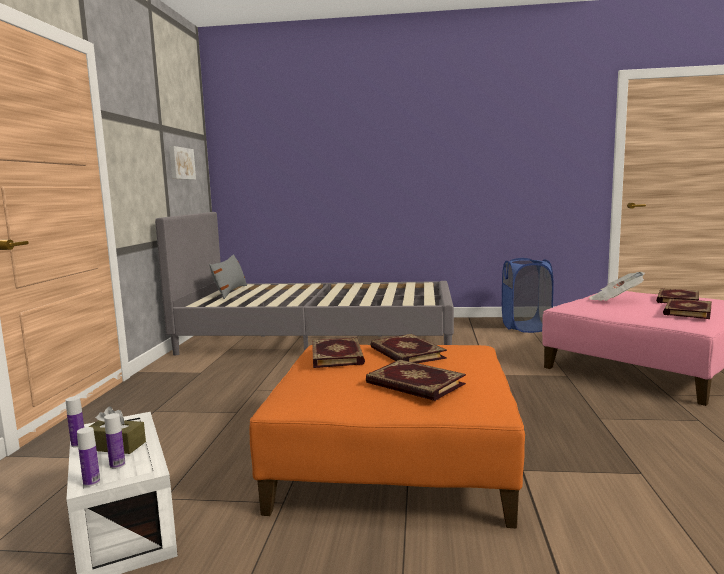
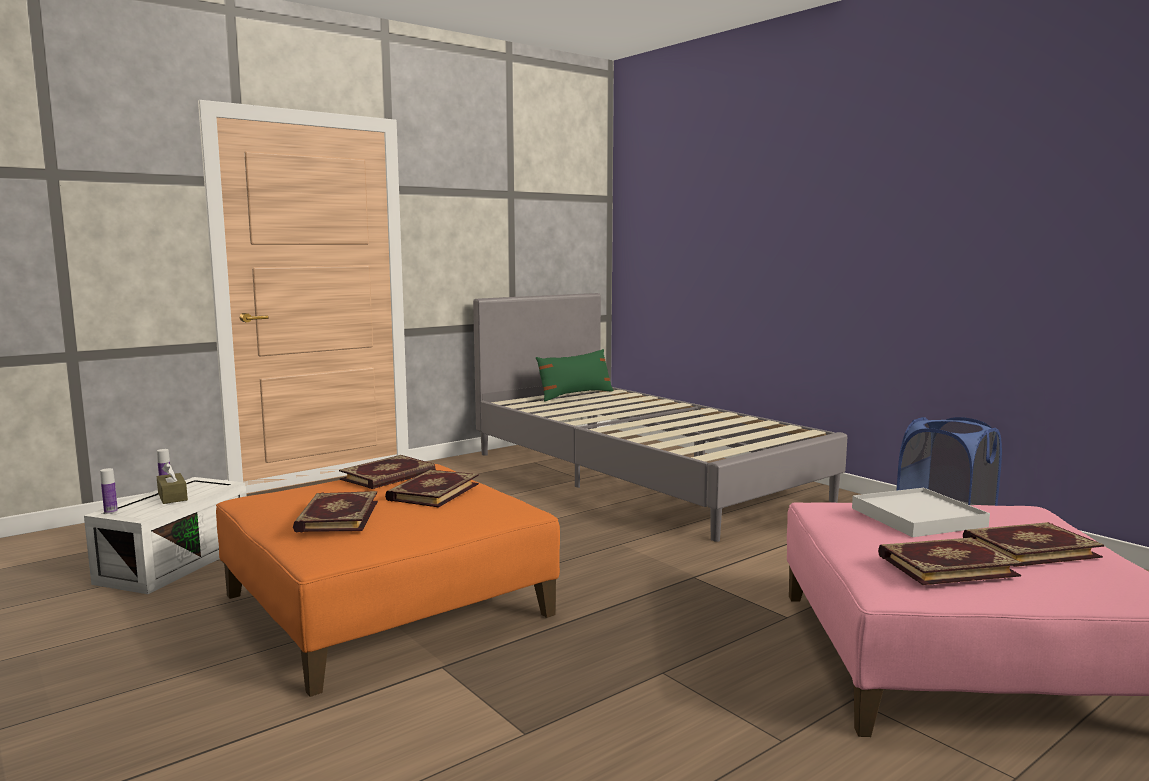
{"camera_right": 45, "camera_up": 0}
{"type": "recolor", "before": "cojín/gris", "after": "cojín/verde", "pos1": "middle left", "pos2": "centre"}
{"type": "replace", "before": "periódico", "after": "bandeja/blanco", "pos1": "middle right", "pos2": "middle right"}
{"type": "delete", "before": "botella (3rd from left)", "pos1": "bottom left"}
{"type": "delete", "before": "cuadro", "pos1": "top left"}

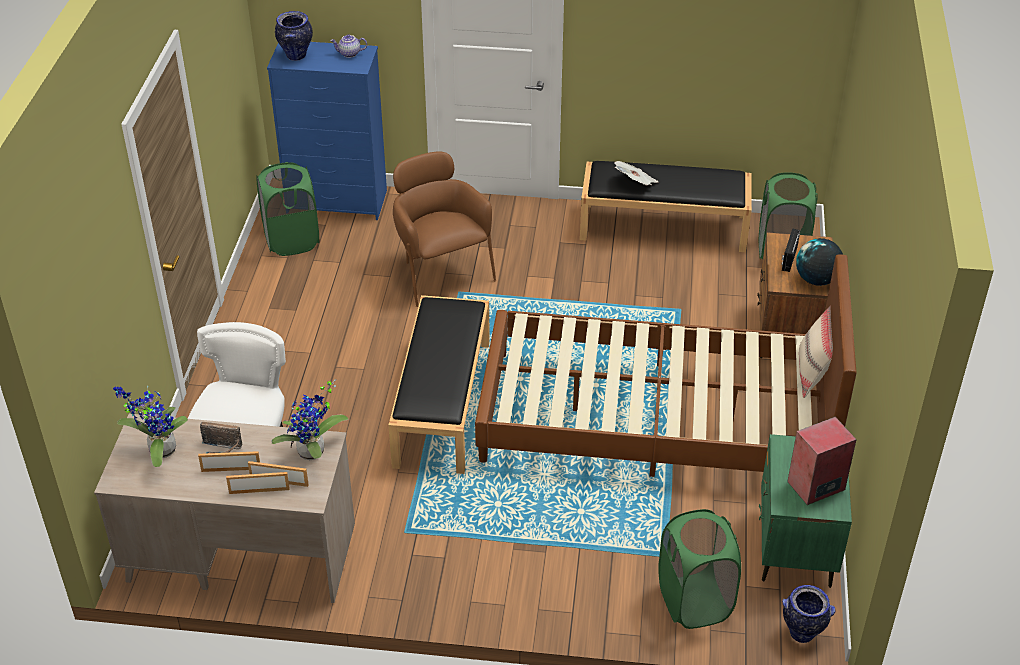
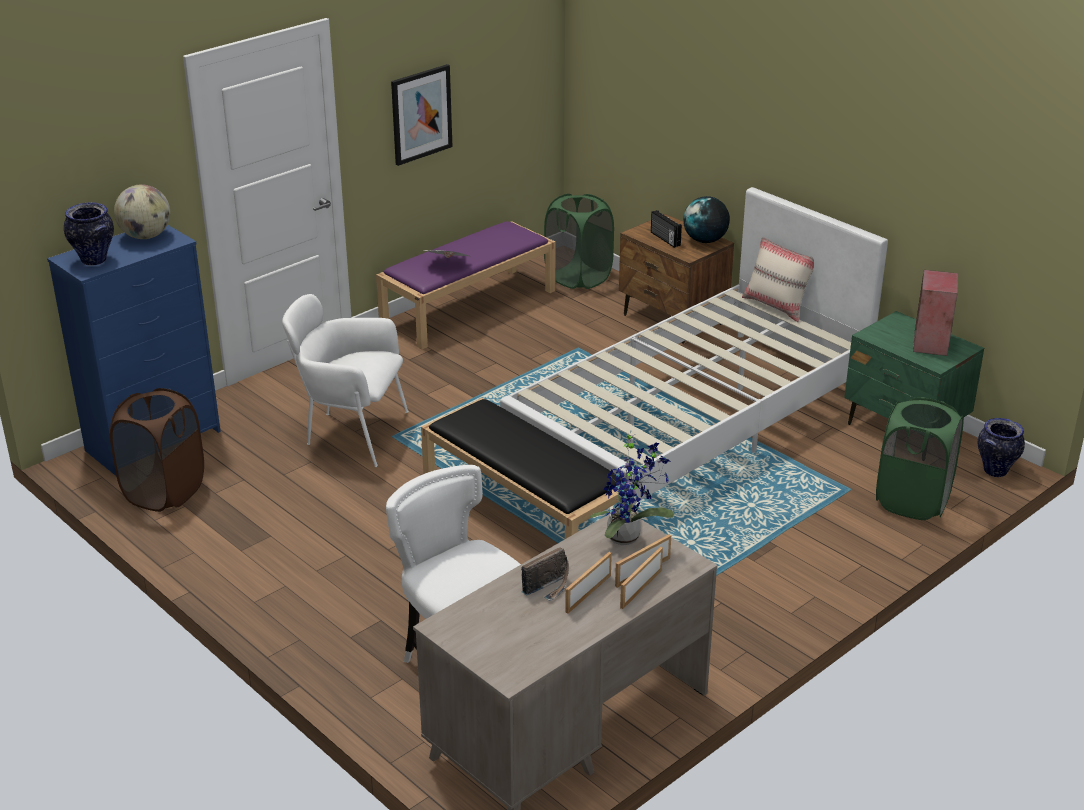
{"camera_right": -50, "camera_up": -10}
{"type": "recolor", "before": "cesto de la ropa/verde (1st from left)", "after": "cesto de la ropa/marrón", "pos1": "top left", "pos2": "middle left"}
{"type": "replace", "before": "tetera", "after": "globo terráqueo (1st from left)", "pos1": "top centre", "pos2": "top left"}
{"type": "recolor", "before": "sillón/marrón", "after": "sillón/blanco", "pos1": "centre", "pos2": "middle left"}
{"type": "recolor", "before": "banco/negro (2nd from left)", "after": "banco/morado", "pos1": "top centre", "pos2": "centre"}
{"type": "insert", "after": "cuadro", "pos2": "top centre"}
{"type": "recolor", "before": "cama/marrón", "after": "cama/blanco", "pos1": "centre", "pos2": "centre"}
{"type": "delete", "before": "planta en maceta (1st from left)", "pos1": "middle left"}

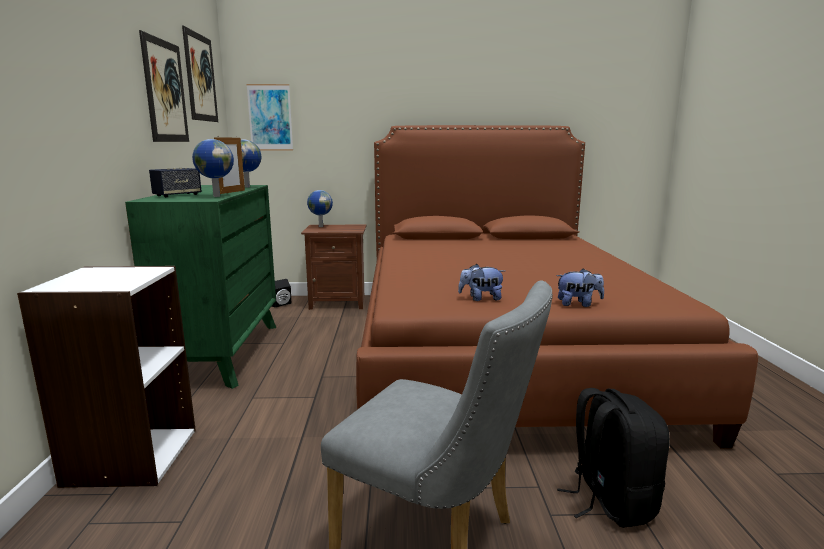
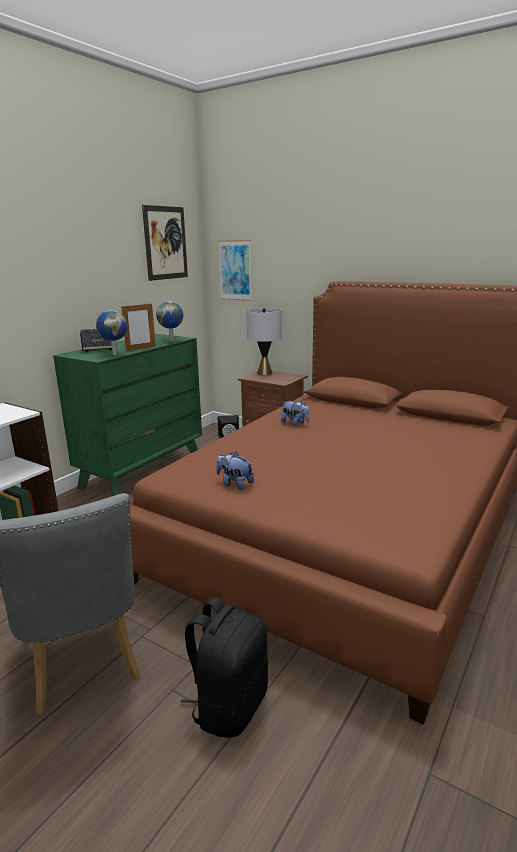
{"camera_right": 35, "camera_up": 5}
{"type": "replace", "before": "globo terráqueo (3rd from left)", "after": "lámpara de mesa/gris", "pos1": "centre", "pos2": "centre"}
{"type": "move", "before": "peluche (2nd from left)", "pos1": "middle right", "pos2": "centre"}
{"type": "delete", "before": "cuadro (1st from left)", "pos1": "top left"}

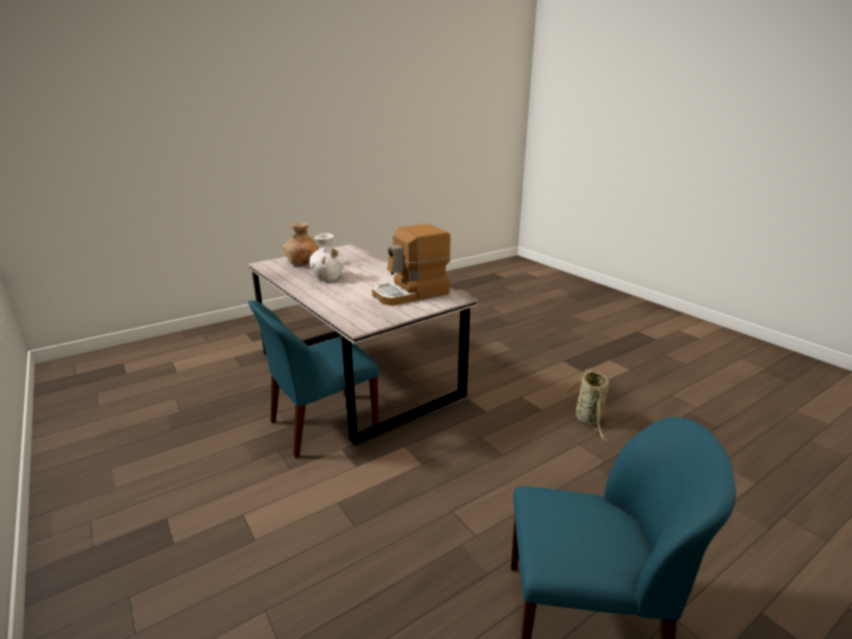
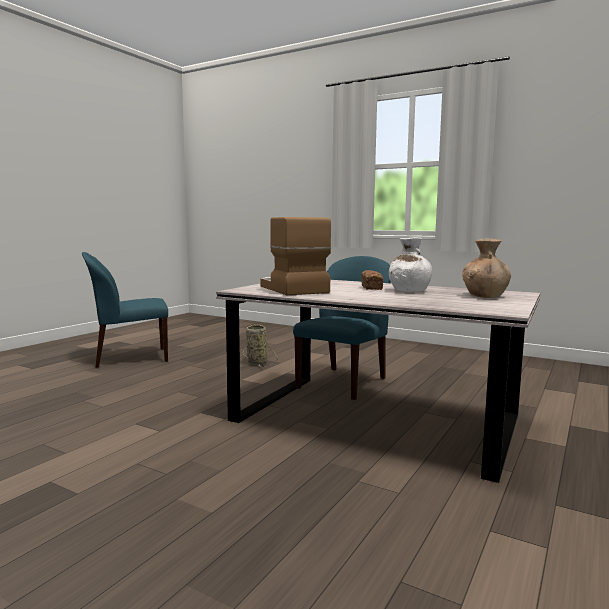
{"camera_right": 155, "camera_up": -15}
{"type": "move", "before": "cesta", "pos1": "middle right", "pos2": "centre"}
{"type": "rotate", "before": "cafetera", "pos1": "centre", "pos2": "centre", "turn": -60}
{"type": "insert", "after": "pan", "pos2": "centre"}

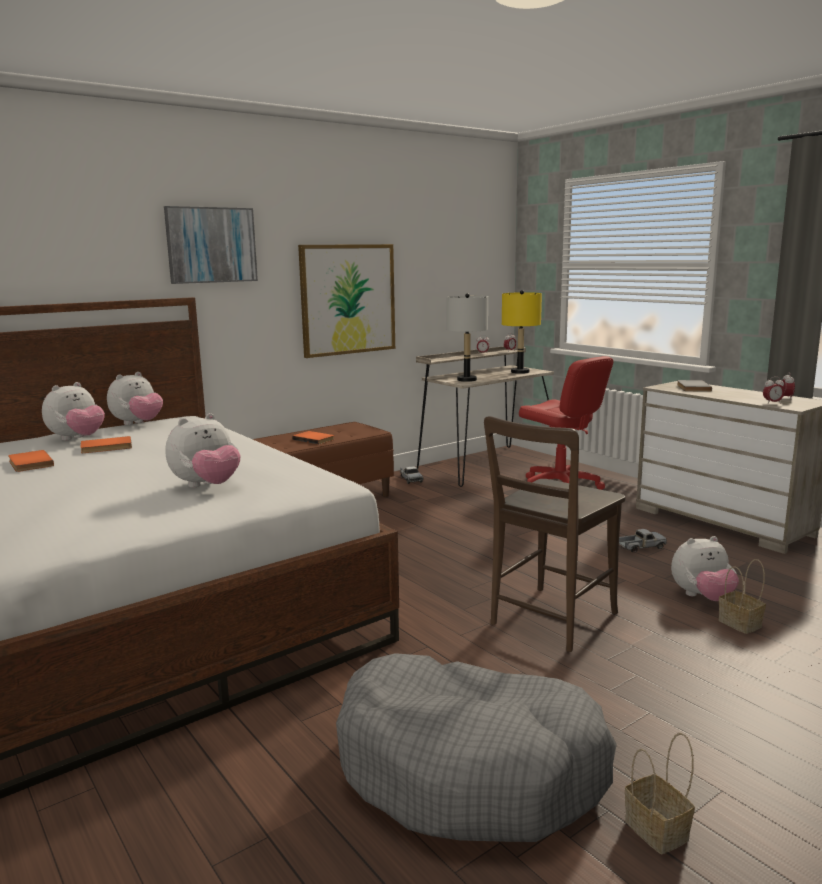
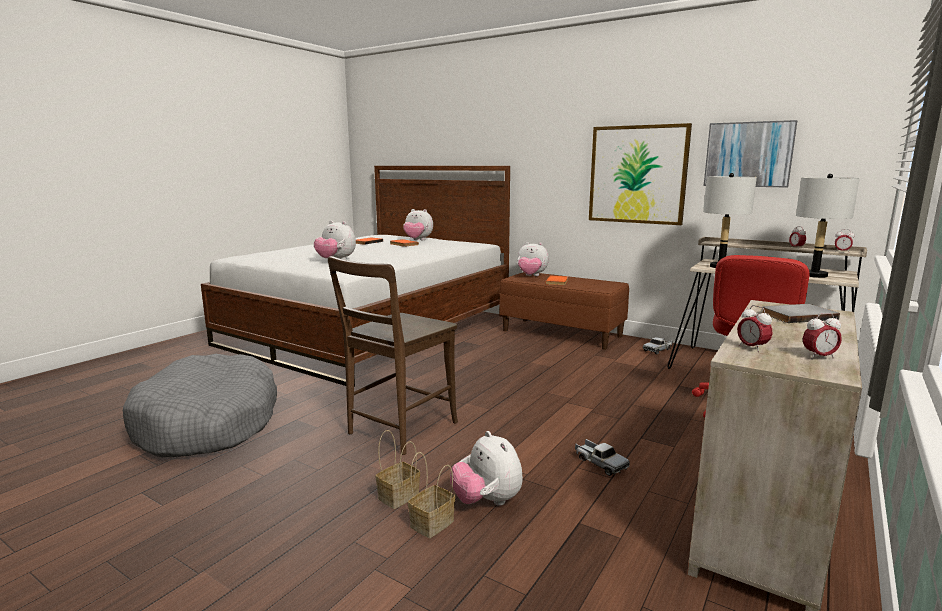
{"camera_right": 70, "camera_up": 0}
{"type": "rotate", "before": "silla/marrón", "pos1": "middle right", "pos2": "centre", "turn": -75}
{"type": "move", "before": "cesta (1st from left)", "pos1": "bottom right", "pos2": "bottom centre"}
{"type": "move", "before": "peluche (2nd from left in the first image)", "after": "peluche (4th from left)", "pos1": "middle left", "pos2": "centre"}
{"type": "move", "before": "cuadro (1st from left in the first image)", "after": "cuadro (2nd from left)", "pos1": "top left", "pos2": "top right"}
{"type": "recolor", "before": "lámpara de mesa/amarillo", "after": "lámpara de mesa/gris (2nd from left)", "pos1": "centre", "pos2": "middle right"}

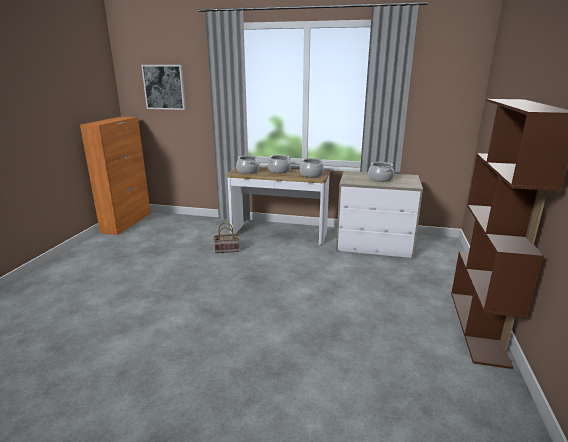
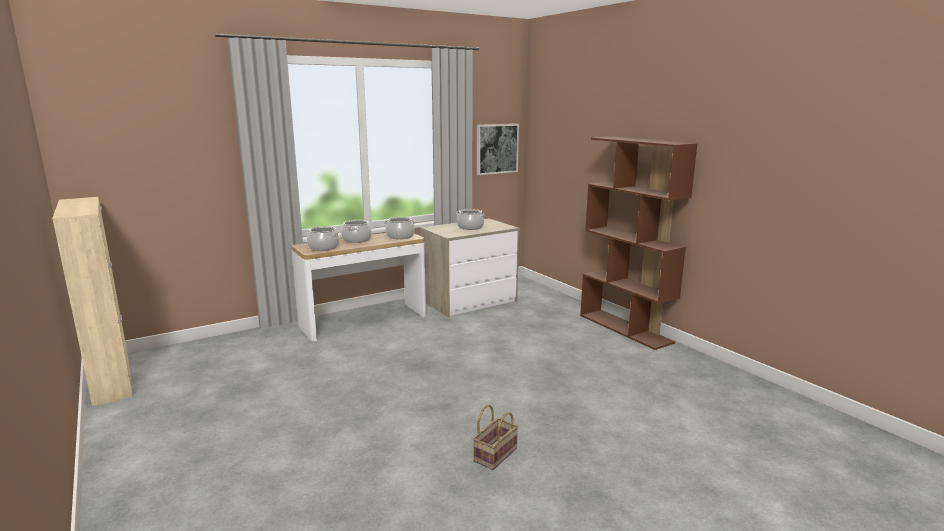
{"camera_right": -45, "camera_up": -5}
{"type": "recolor", "before": "armario/naranja", "after": "armario/beis", "pos1": "middle left", "pos2": "middle left"}
{"type": "move", "before": "cesta", "pos1": "centre", "pos2": "bottom centre"}
{"type": "move", "before": "cuadro", "pos1": "top left", "pos2": "top centre"}

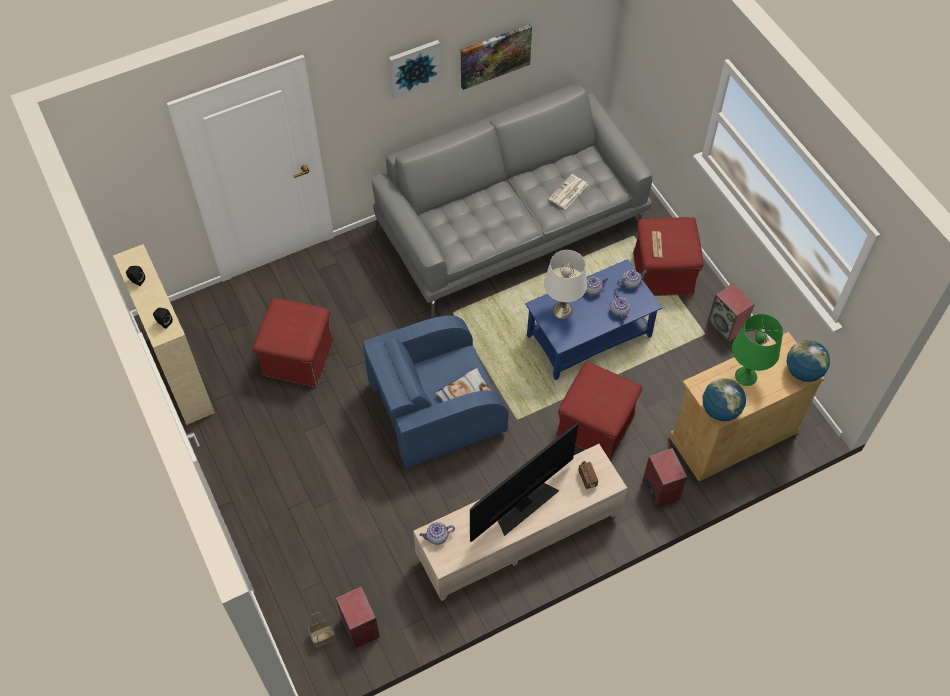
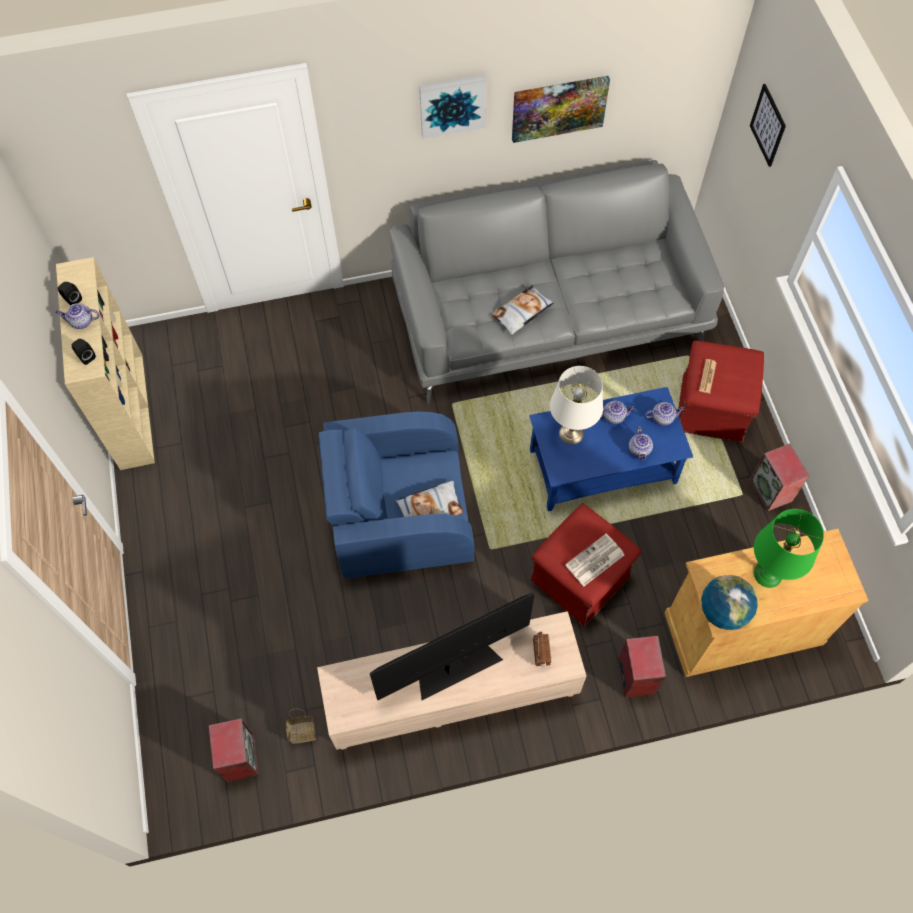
{"camera_right": 15, "camera_up": 5}
{"type": "move", "before": "tetera (1st from left)", "pos1": "bottom centre", "pos2": "middle left"}
{"type": "move", "before": "cesta", "pos1": "bottom centre", "pos2": "bottom left"}
{"type": "insert", "after": "cojín (2nd from left)", "pos2": "centre"}
{"type": "move", "before": "periódico (1st from left)", "pos1": "top centre", "pos2": "centre"}
{"type": "insert", "after": "cuadro (3rd from left)", "pos2": "top right"}
{"type": "delete", "before": "puf/rojo (1st from left)", "pos1": "middle left"}
{"type": "delete", "before": "globo terráqueo (2nd from left)", "pos1": "middle right"}

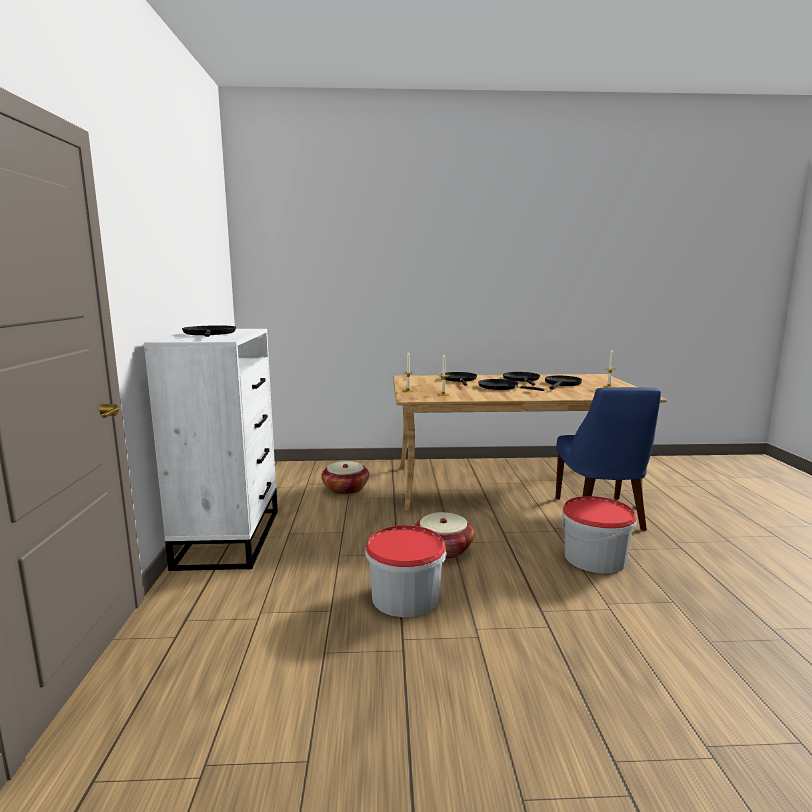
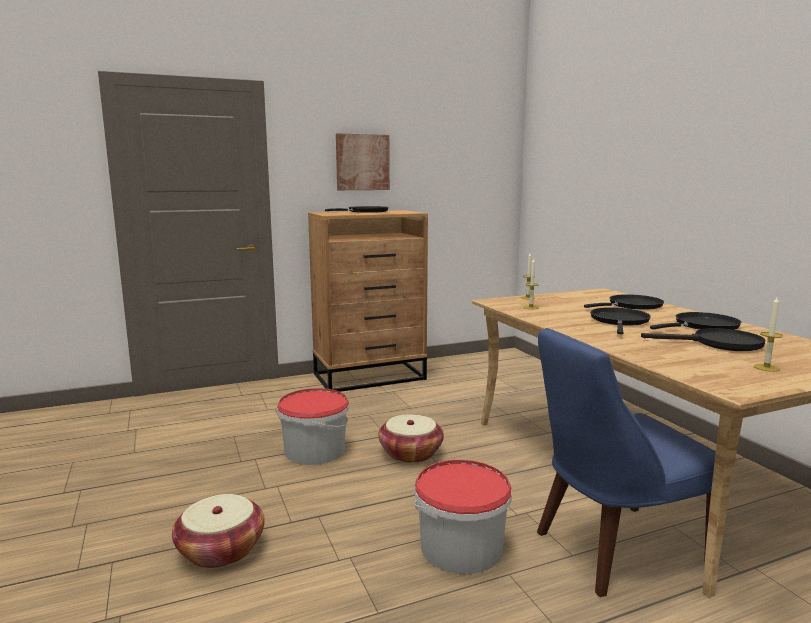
{"camera_right": 70, "camera_up": 0}
{"type": "move", "before": "cesta (1st from left)", "pos1": "centre", "pos2": "bottom left"}
{"type": "recolor", "before": "cómoda/blanco", "after": "cómoda/marrón", "pos1": "middle left", "pos2": "centre"}
{"type": "insert", "after": "cuadro", "pos2": "top centre"}

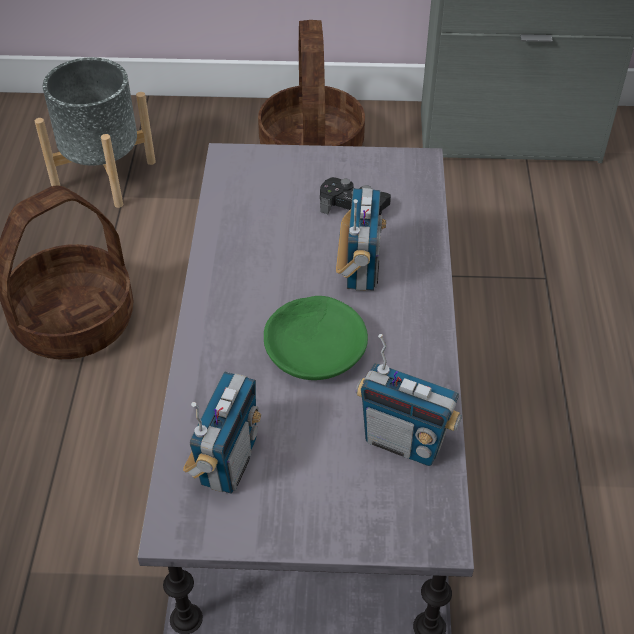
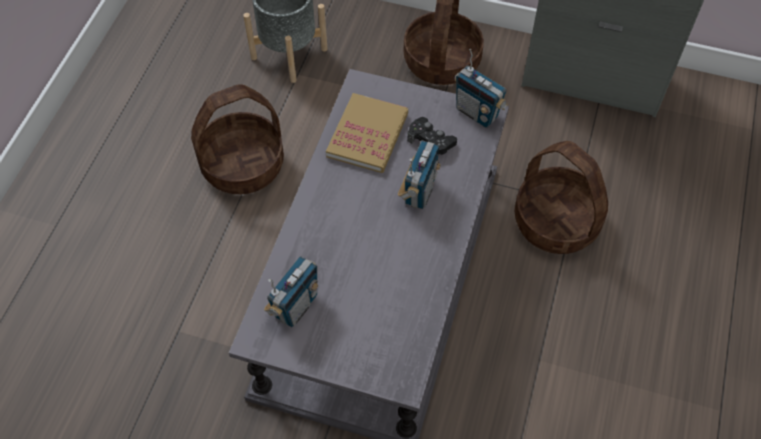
{"camera_right": 15, "camera_up": 10}
{"type": "insert", "after": "libro", "pos2": "top centre"}
{"type": "move", "before": "radio (3rd from left)", "pos1": "centre", "pos2": "top centre"}
{"type": "insert", "after": "cesta (3rd from left)", "pos2": "middle right"}
{"type": "delete", "before": "cuenco/verde", "pos1": "centre"}

